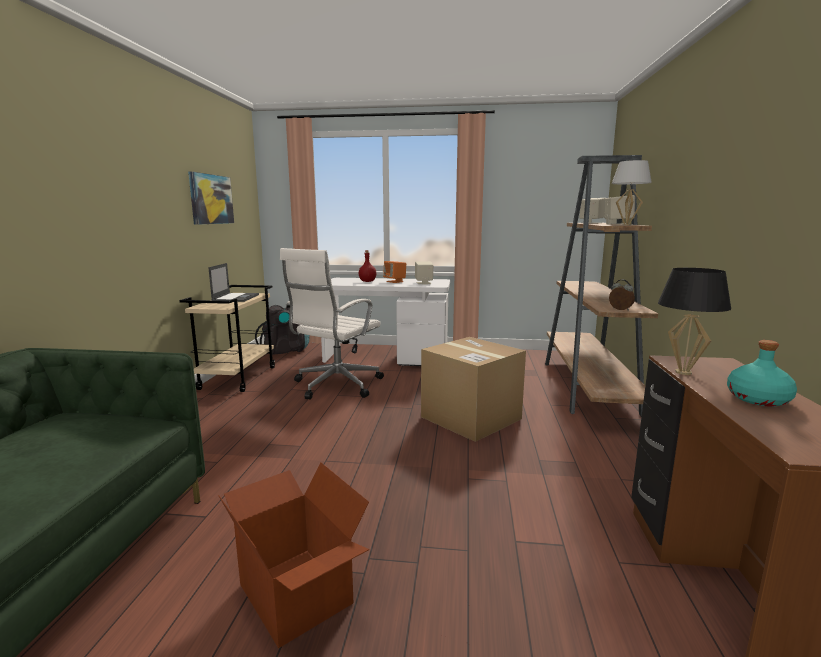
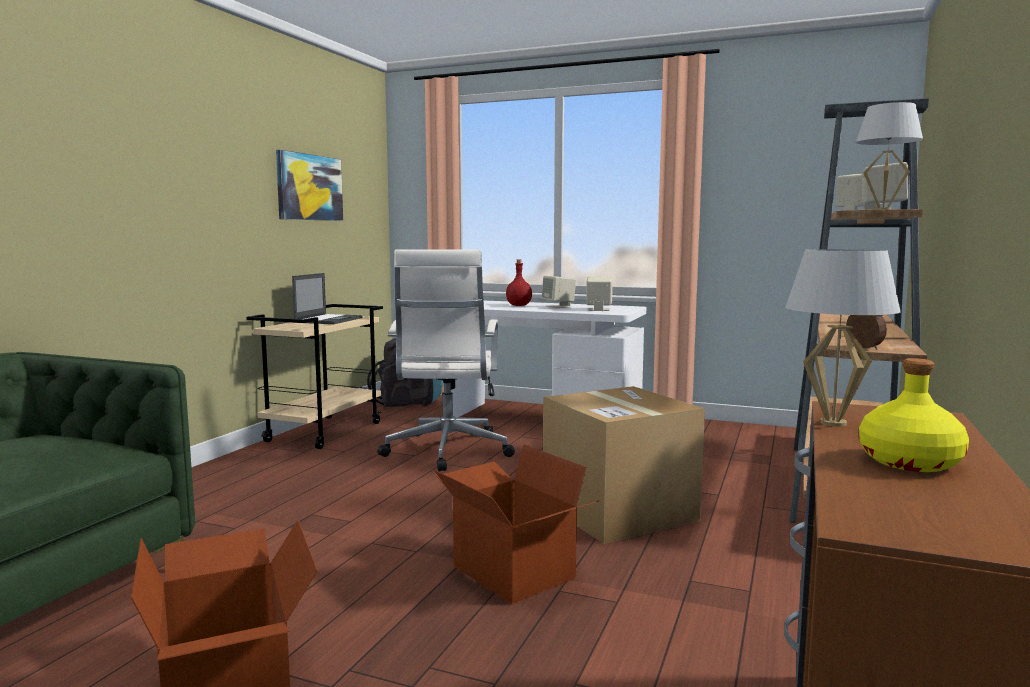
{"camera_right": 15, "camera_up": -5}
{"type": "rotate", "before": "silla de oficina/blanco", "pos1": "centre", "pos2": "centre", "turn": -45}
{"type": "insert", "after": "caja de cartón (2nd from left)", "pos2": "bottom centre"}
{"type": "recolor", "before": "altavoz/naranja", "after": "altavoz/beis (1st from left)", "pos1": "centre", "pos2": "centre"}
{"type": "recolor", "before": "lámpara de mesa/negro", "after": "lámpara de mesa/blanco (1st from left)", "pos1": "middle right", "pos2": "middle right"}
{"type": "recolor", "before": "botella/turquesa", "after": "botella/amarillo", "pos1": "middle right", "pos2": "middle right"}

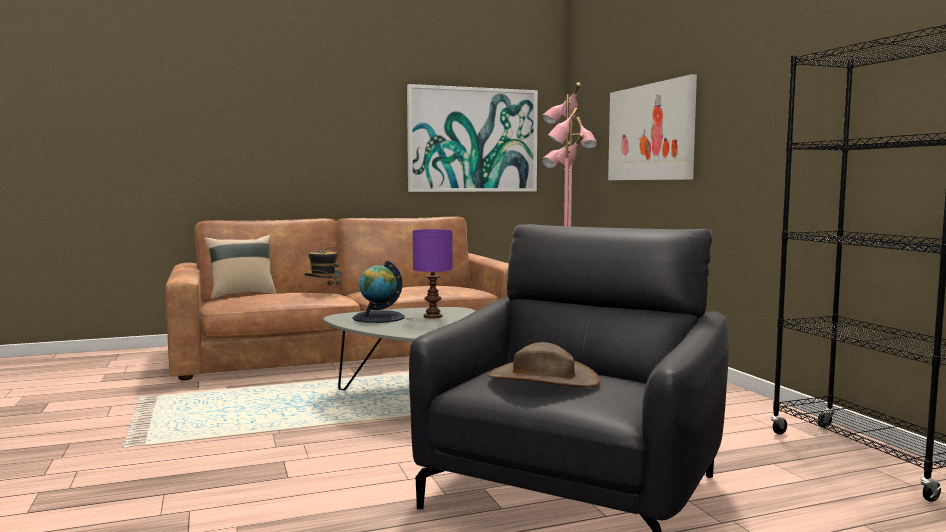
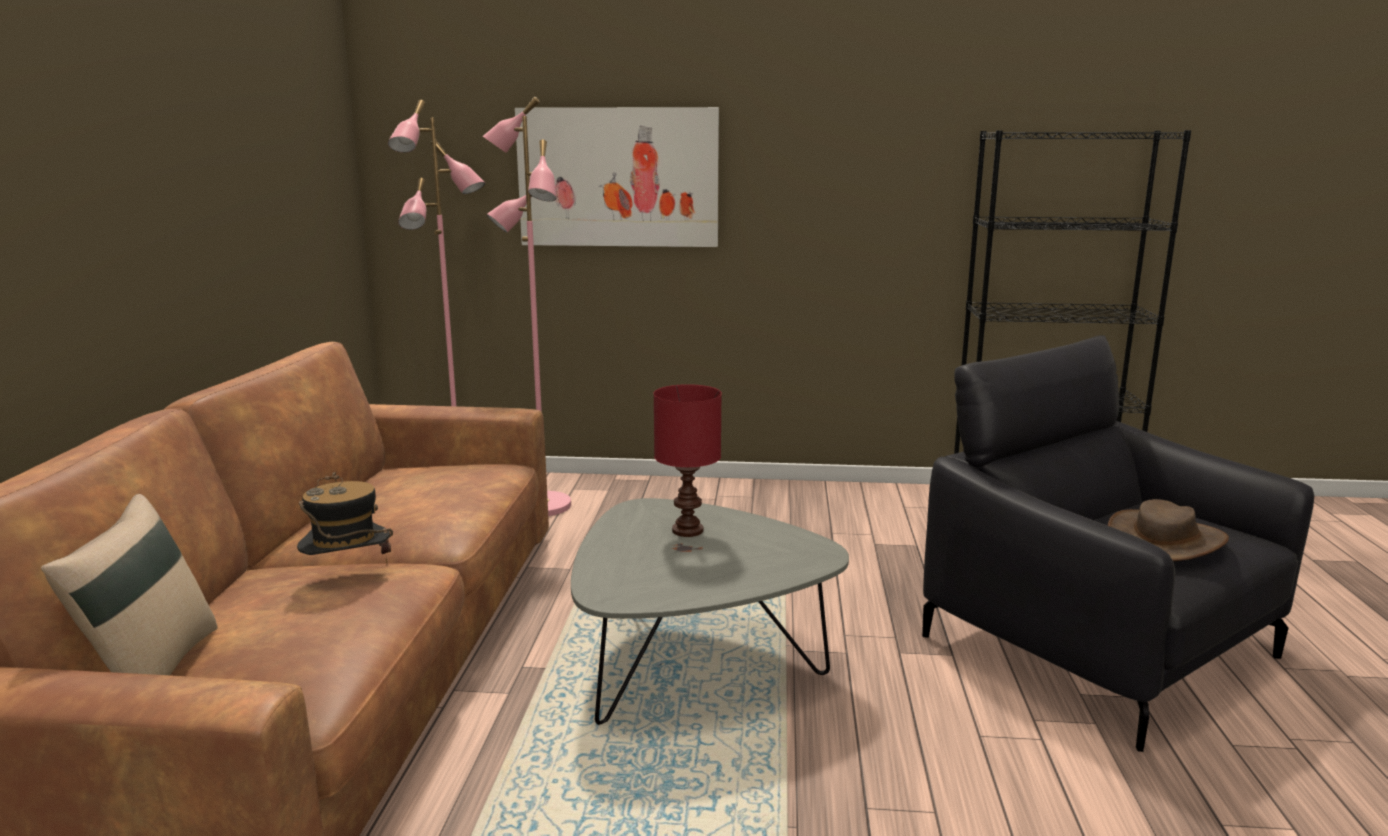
{"camera_right": -65, "camera_up": 10}
{"type": "recolor", "before": "lámpara de mesa/morado", "after": "lámpara de mesa/rojo", "pos1": "centre", "pos2": "centre"}
{"type": "delete", "before": "globo terráqueo", "pos1": "centre"}
{"type": "delete", "before": "cuadro (1st from left)", "pos1": "top centre"}

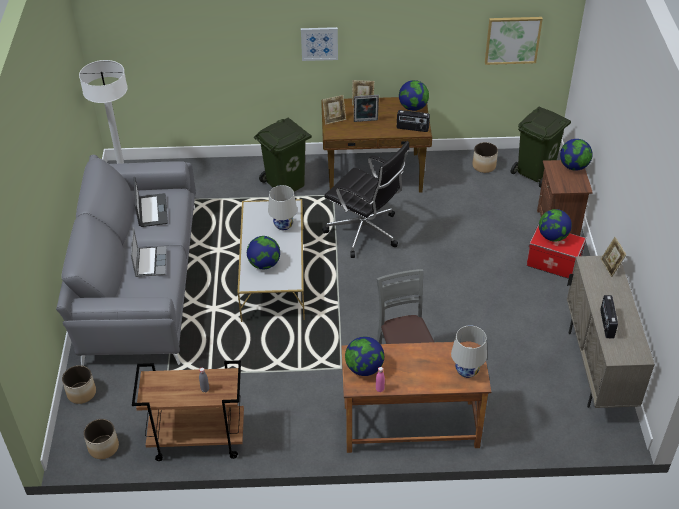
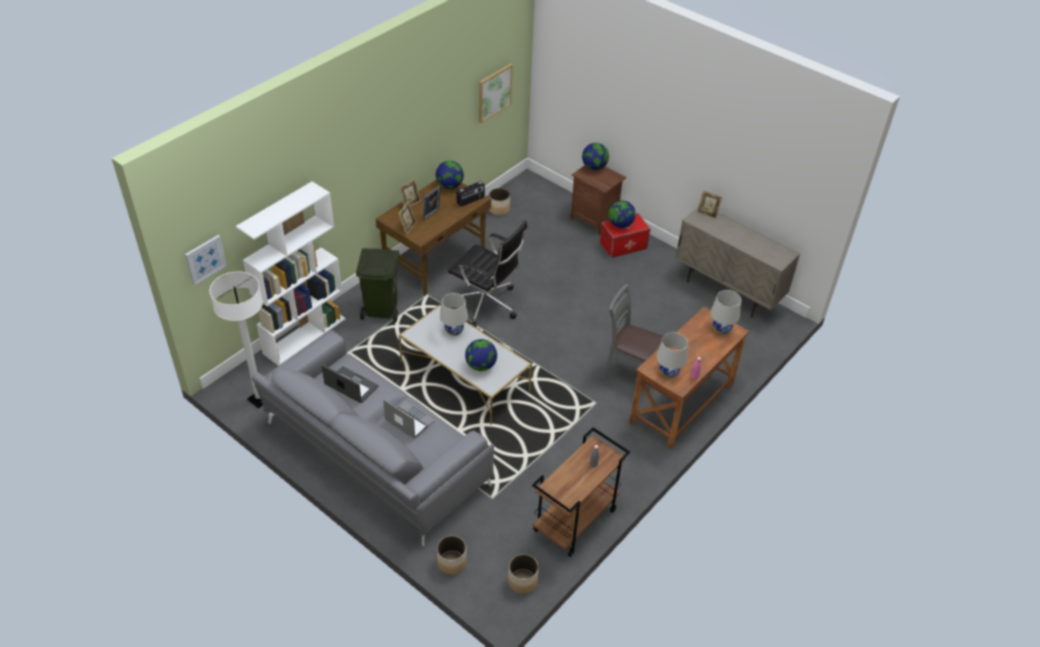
{"camera_right": -50, "camera_up": 0}
{"type": "move", "before": "cuadro (1st from left)", "pos1": "top centre", "pos2": "middle left"}
{"type": "insert", "after": "estantería/blanco", "pos2": "middle left"}
{"type": "rotate", "before": "silla de oficina/negro", "pos1": "centre", "pos2": "centre", "turn": 45}
{"type": "replace", "before": "globo terráqueo (2nd from left)", "after": "lámpara de mesa/blanco (2nd from left)", "pos1": "bottom centre", "pos2": "centre"}
{"type": "delete", "before": "papelera/verde (2nd from left)", "pos1": "top right"}
{"type": "delete", "before": "radio (2nd from left)", "pos1": "middle right"}

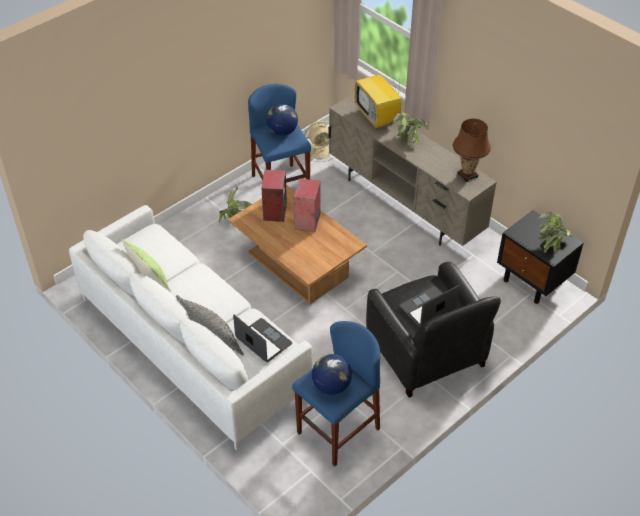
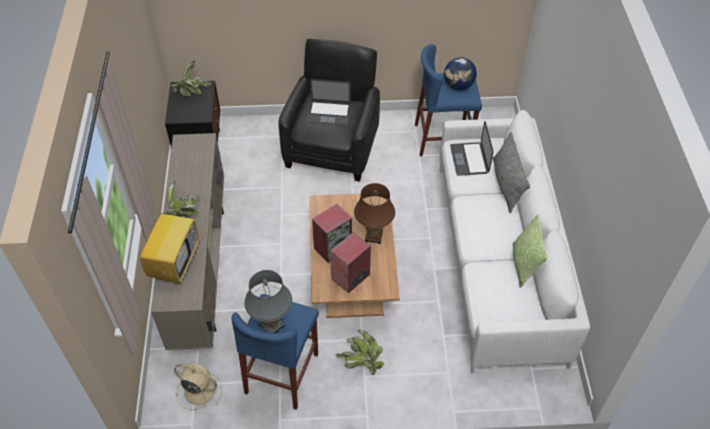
{"camera_right": -140, "camera_up": 5}
{"type": "replace", "before": "globo terráqueo (1st from left)", "after": "lámpara de mesa/gris", "pos1": "top centre", "pos2": "bottom centre"}
{"type": "move", "before": "lámpara de mesa/marrón", "pos1": "top right", "pos2": "centre"}

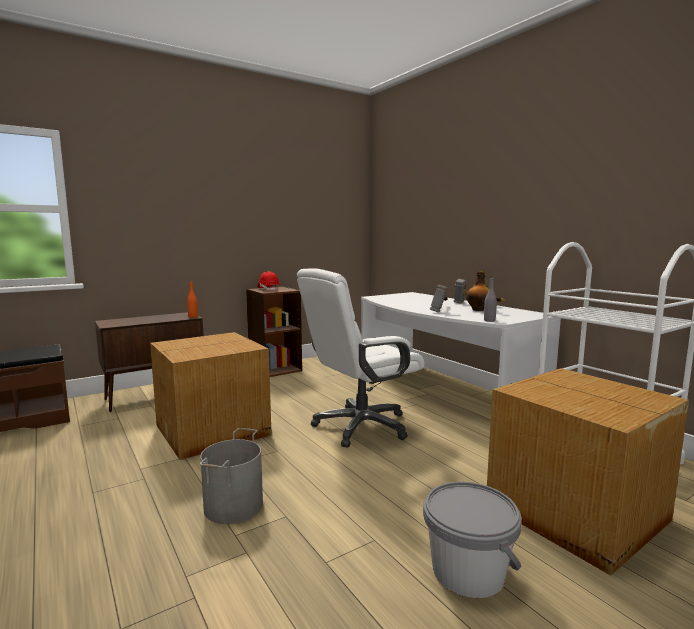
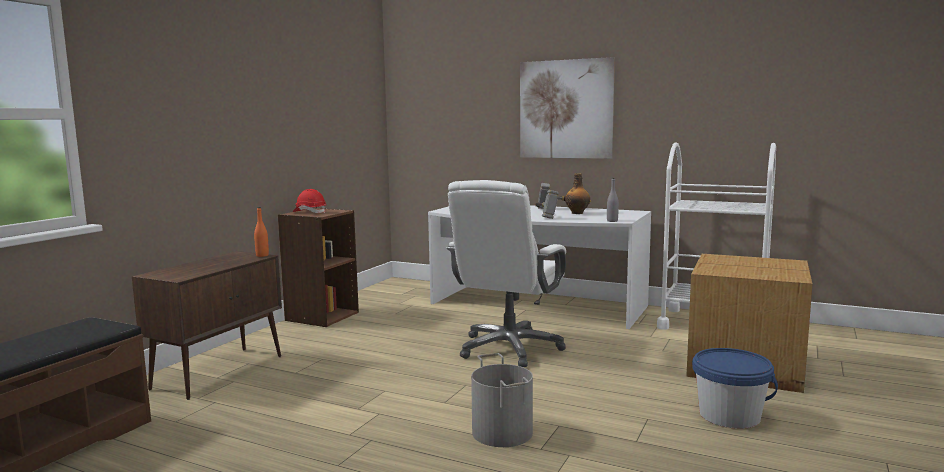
{"camera_right": -30, "camera_up": 0}
{"type": "insert", "after": "cuadro", "pos2": "top centre"}
{"type": "recolor", "before": "cubo/gris (2nd from left)", "after": "cubo/azul", "pos1": "bottom right", "pos2": "bottom right"}
{"type": "delete", "before": "caja de cartón (1st from left)", "pos1": "middle left"}

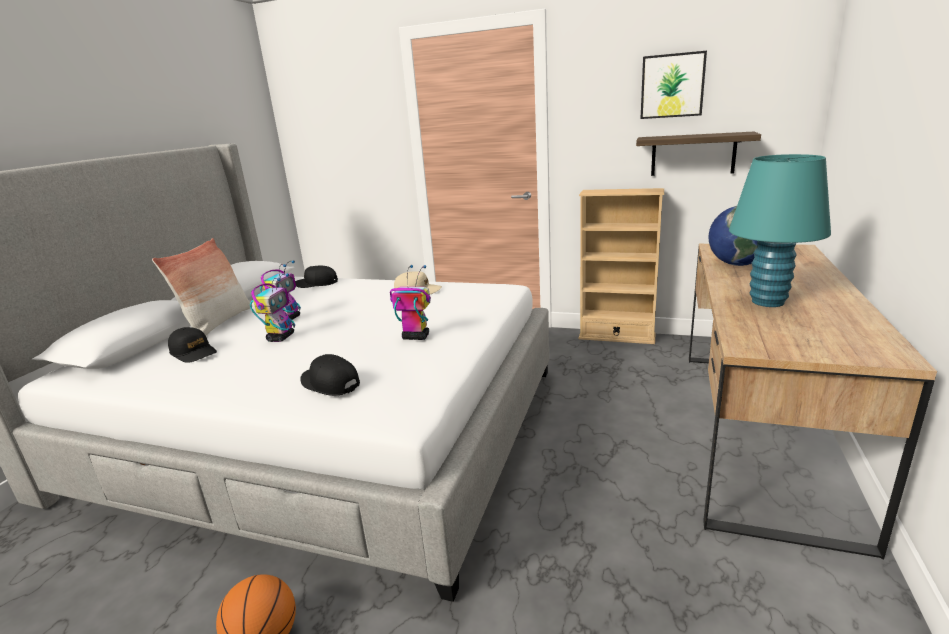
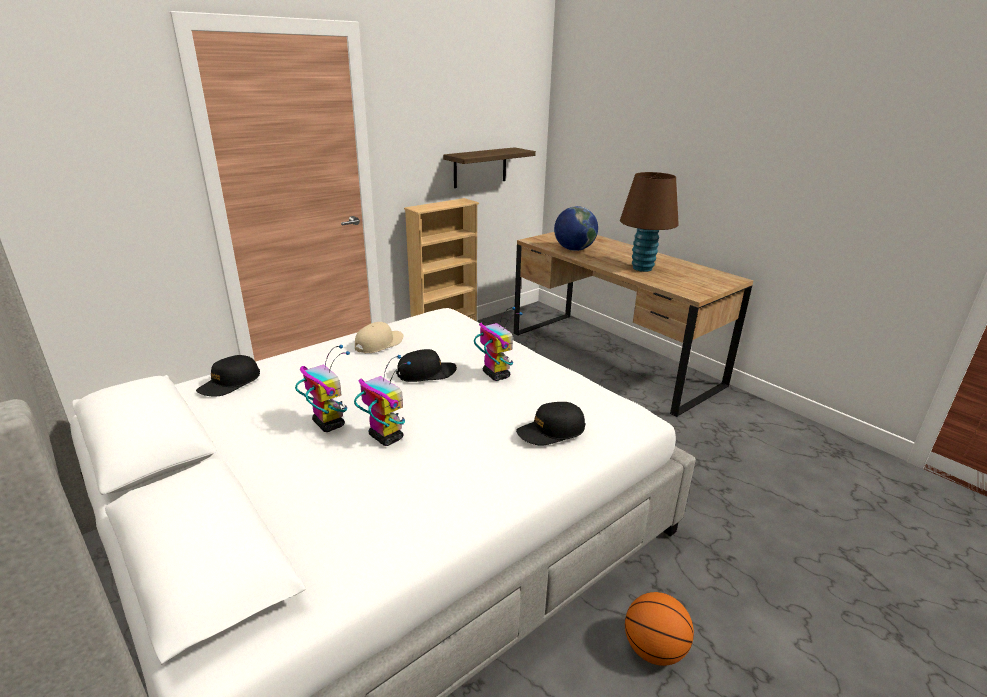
{"camera_right": -60, "camera_up": 5}
{"type": "move", "before": "gorra/negro (1st from left in the first image)", "after": "gorra/negro (2nd from left)", "pos1": "middle left", "pos2": "centre"}
{"type": "rotate", "before": "robot de juguete (3rd from left)", "pos1": "centre", "pos2": "centre", "turn": 105}
{"type": "recolor", "before": "lámpara de mesa/turquesa", "after": "lámpara de mesa/marrón", "pos1": "middle right", "pos2": "top centre"}
{"type": "delete", "before": "cojín", "pos1": "middle left"}
{"type": "delete", "before": "cuadro", "pos1": "top right"}

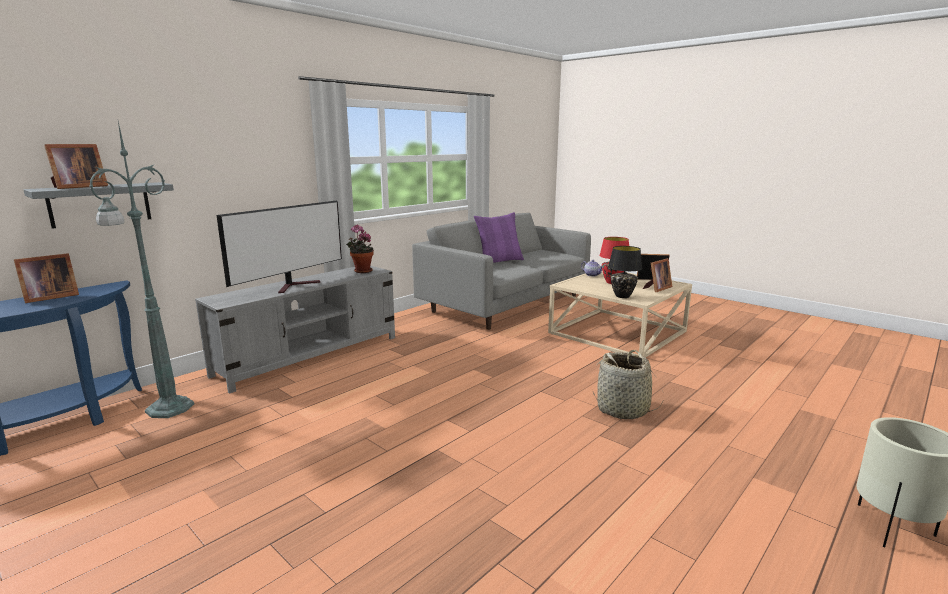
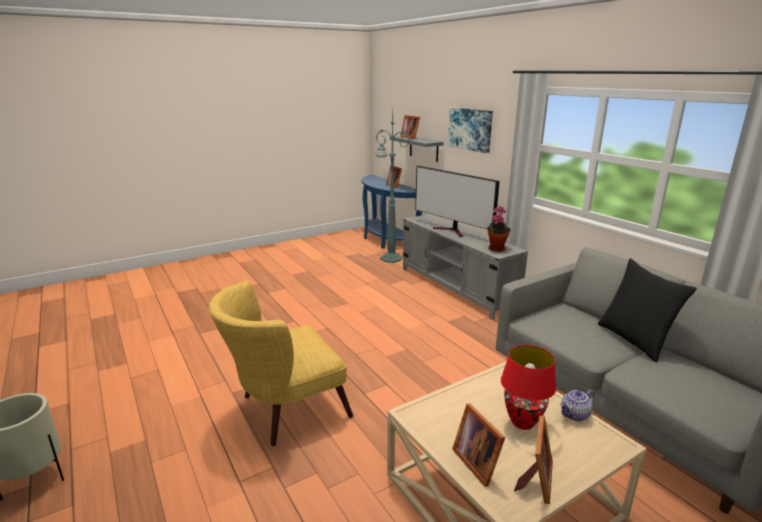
{"camera_right": 105, "camera_up": 5}
{"type": "replace", "before": "cesta", "after": "sillón/amarillo", "pos1": "centre", "pos2": "bottom centre"}
{"type": "insert", "after": "cuadro", "pos2": "top centre"}
{"type": "recolor", "before": "cojín/morado", "after": "cojín/negro", "pos1": "centre", "pos2": "middle right"}
{"type": "delete", "before": "lámpara de mesa/negro", "pos1": "centre"}

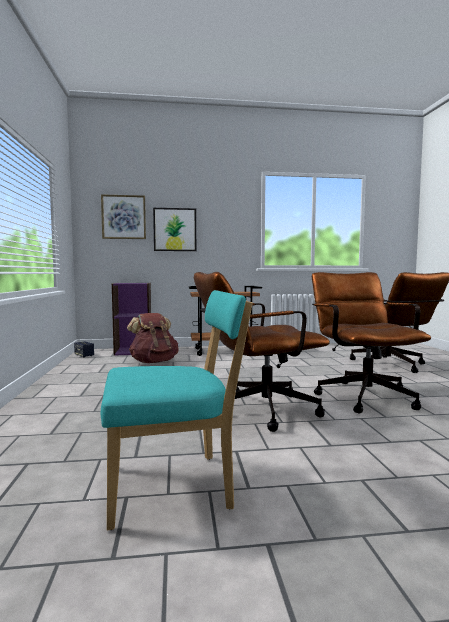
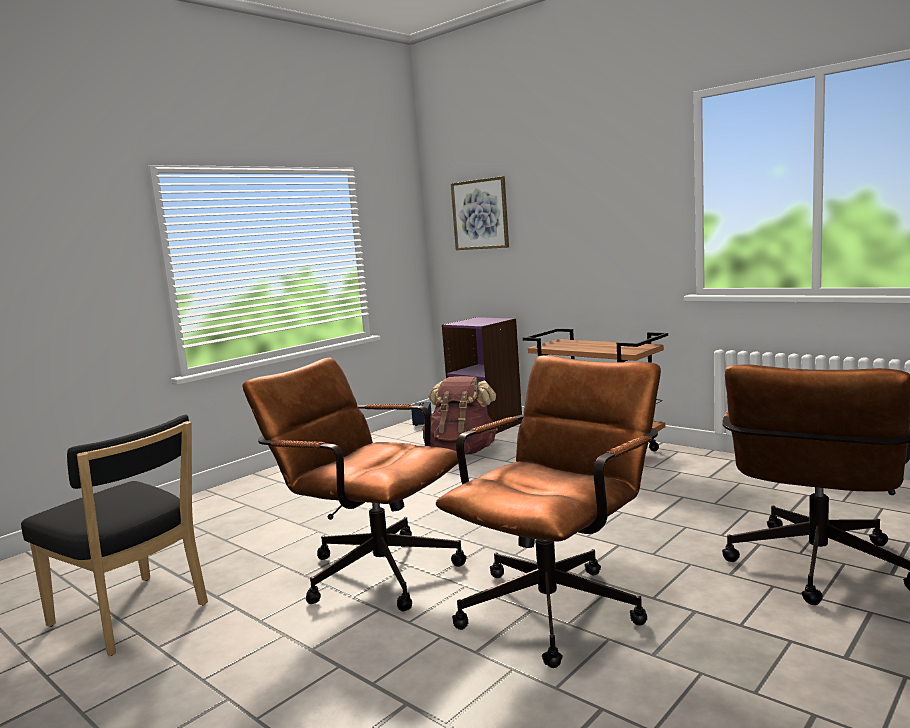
{"camera_right": 50, "camera_up": 5}
{"type": "recolor", "before": "silla/turquesa", "after": "silla/negro", "pos1": "centre", "pos2": "bottom left"}
{"type": "delete", "before": "cuadro (2nd from left)", "pos1": "centre"}

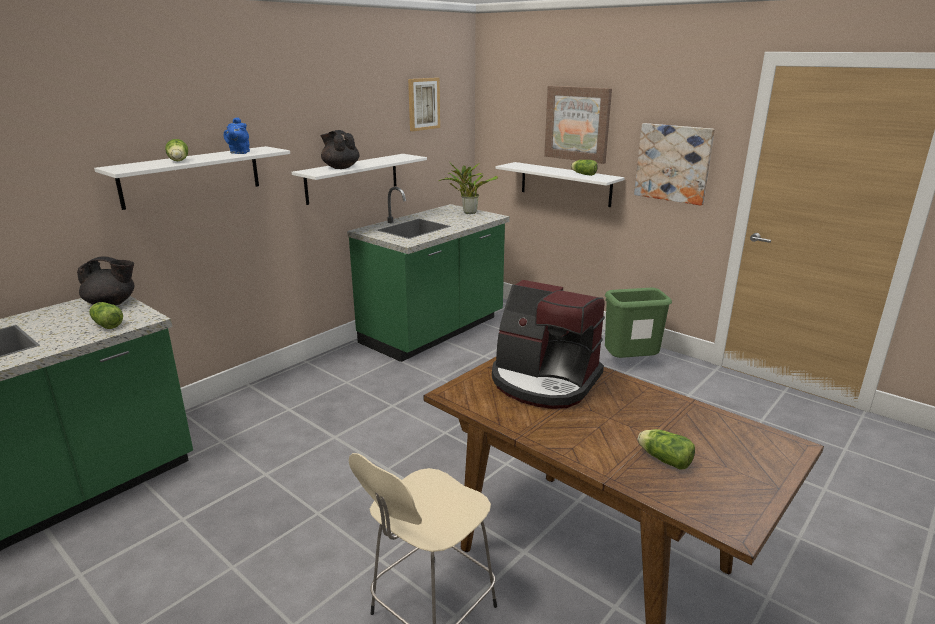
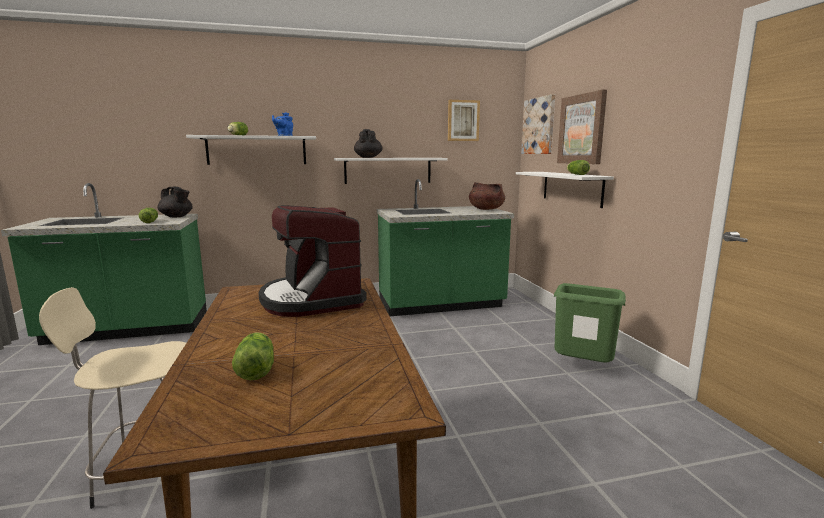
{"camera_right": 35, "camera_up": -10}
{"type": "replace", "before": "planta en maceta", "after": "olla/marrón", "pos1": "top centre", "pos2": "centre"}
{"type": "move", "before": "cuadro (3rd from left in the first image)", "after": "cuadro (2nd from left)", "pos1": "top right", "pos2": "top centre"}

